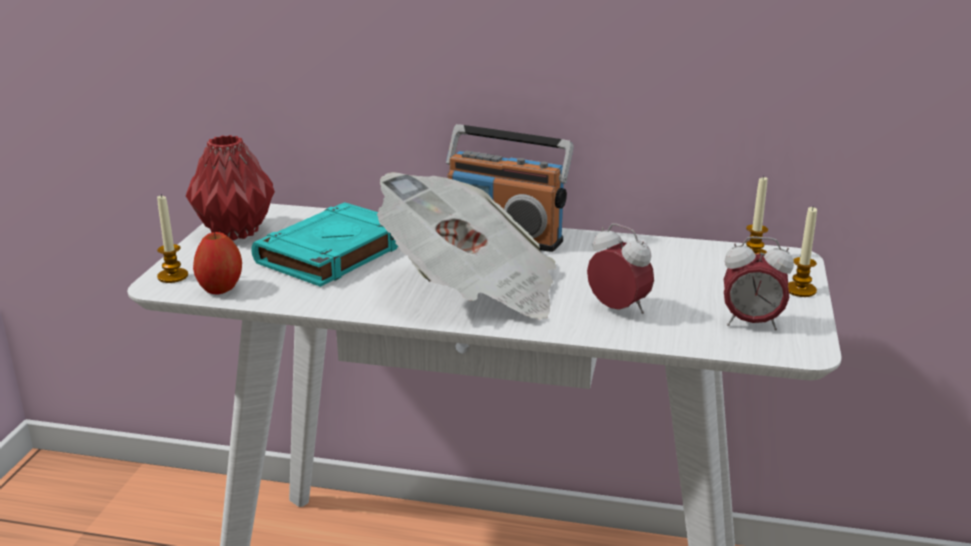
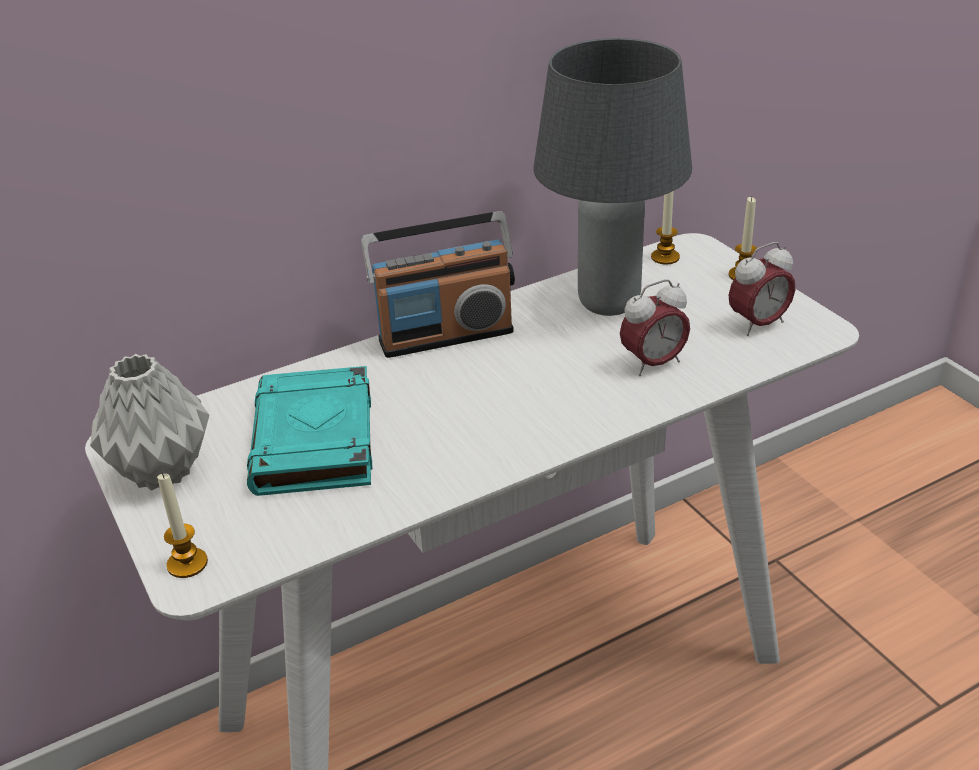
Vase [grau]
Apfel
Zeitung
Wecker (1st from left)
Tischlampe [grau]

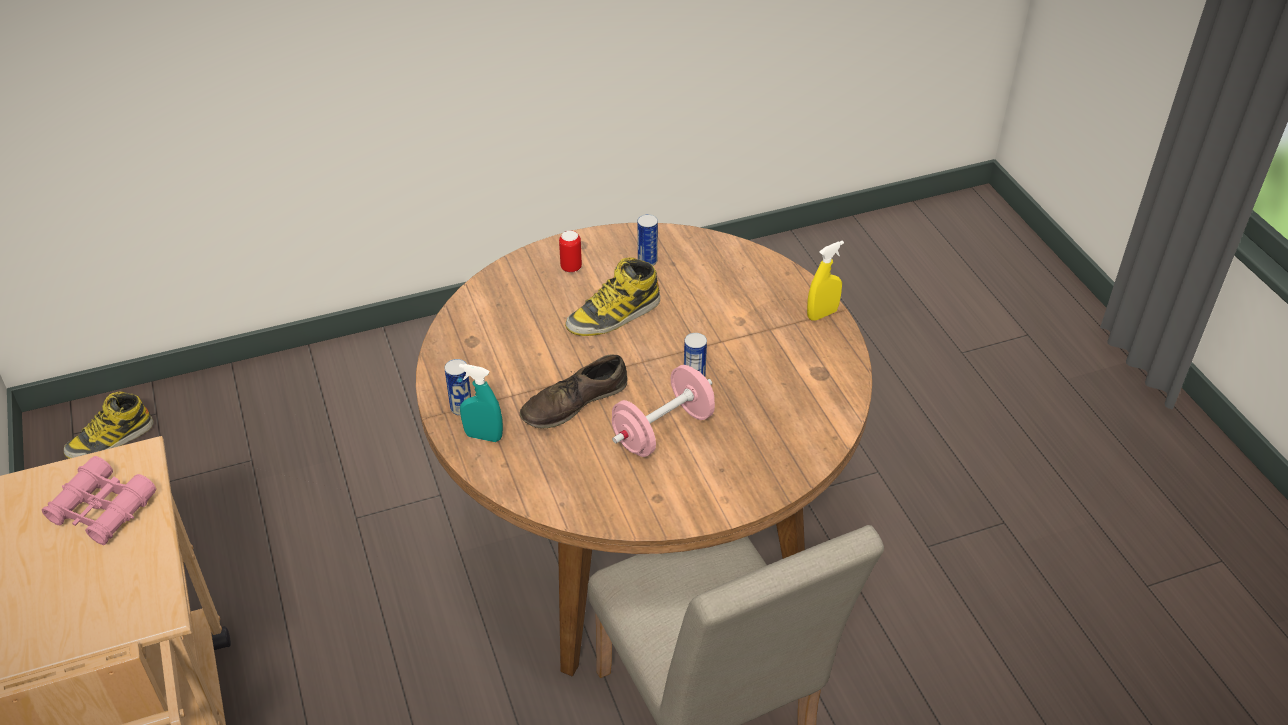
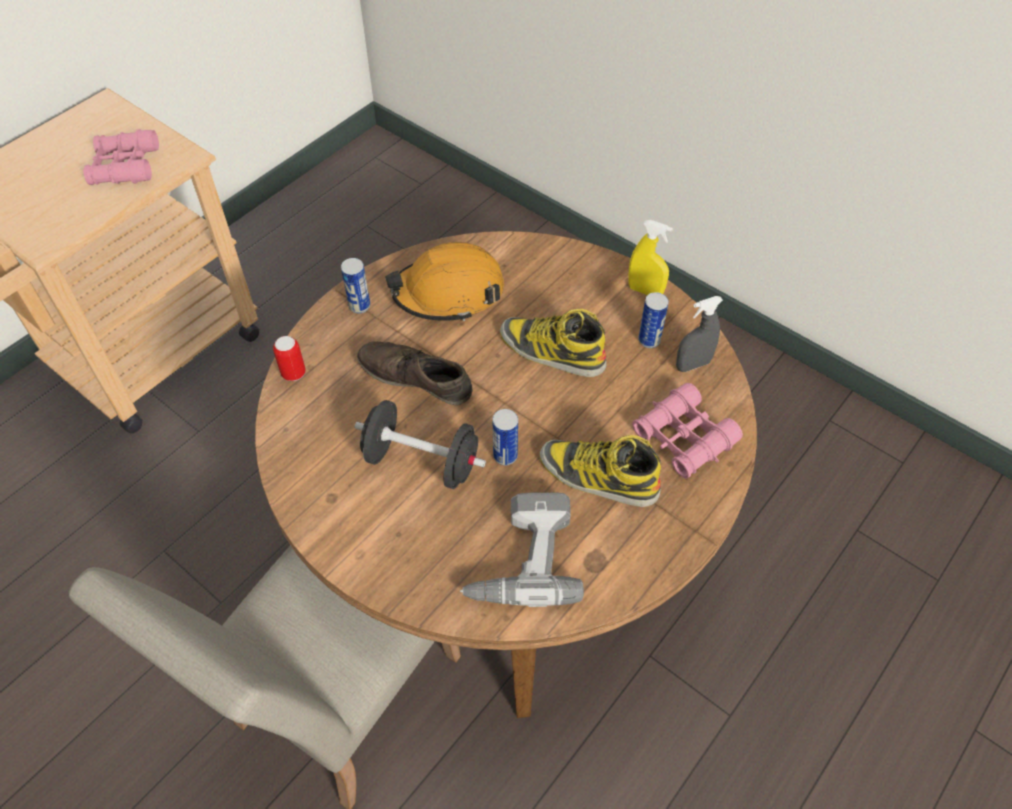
Stiefel (2nd from left)
Sprühflasche [türkis]
Dose (1st from left)
Hantel [schwarz]
Sprühflasche [gelb]
Schutzhelm [orange]
Bohrmaschine
Fernglas [rosa] (2nd from left)
Sprühflasche [grau]

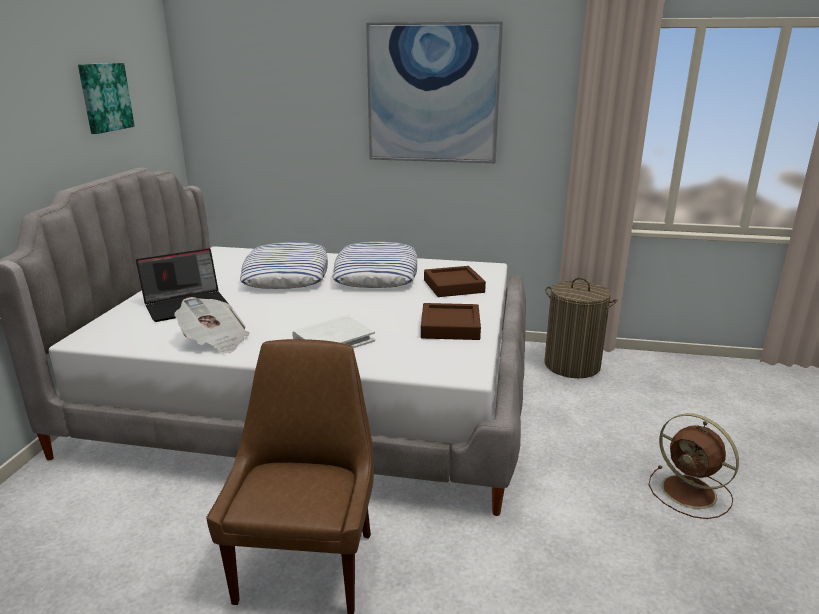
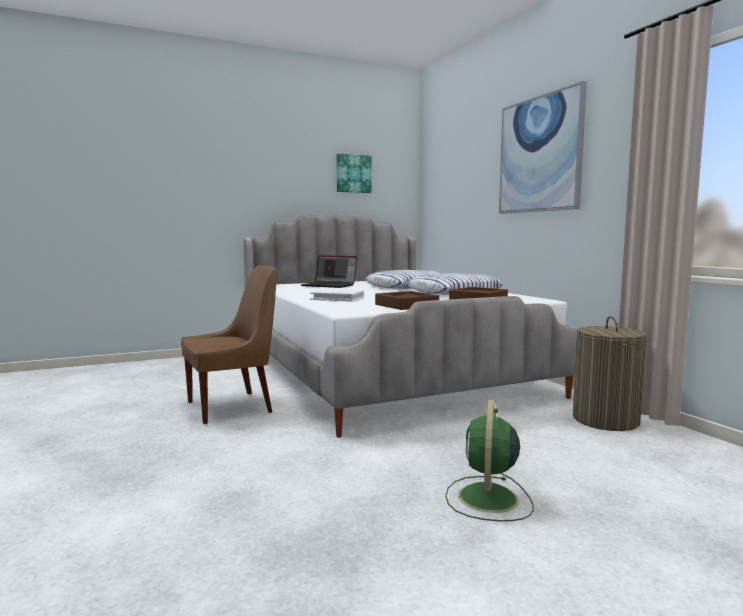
Zeitung
Ventilator [grün]

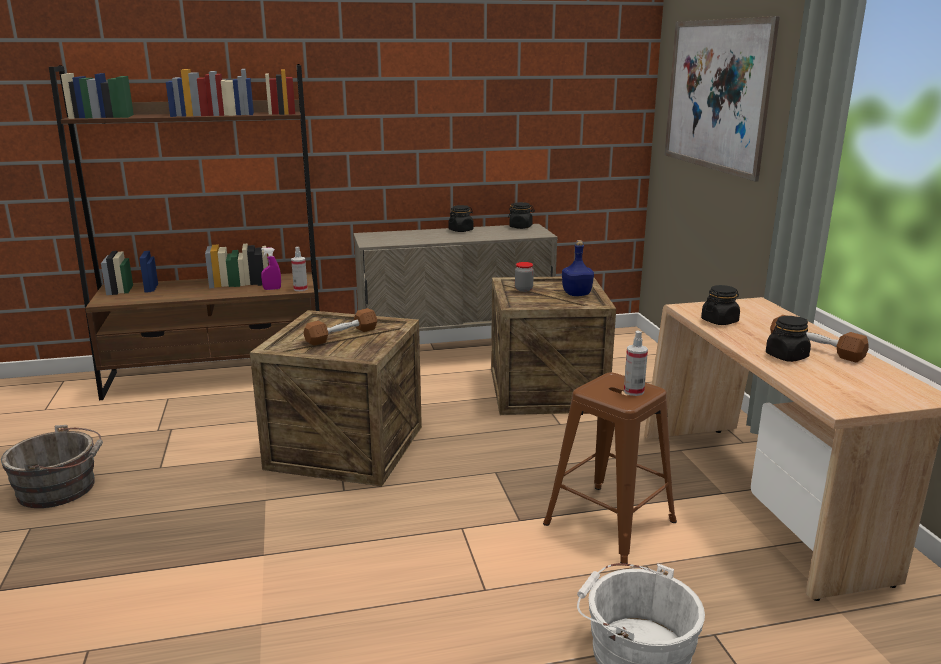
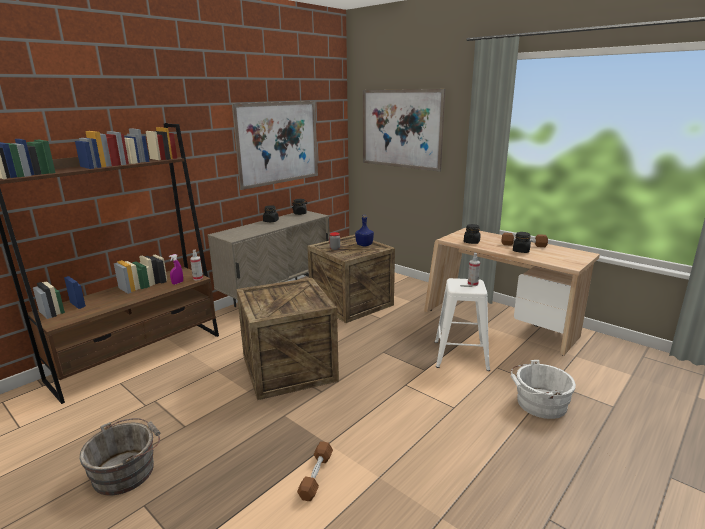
Hantel [braun] (1st from left)
Hocker [weiß]
Bild (1st from left)

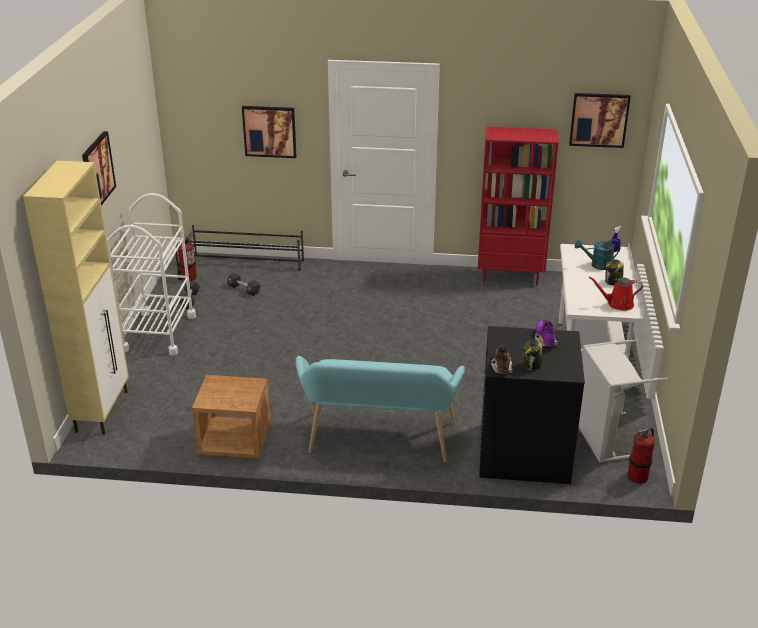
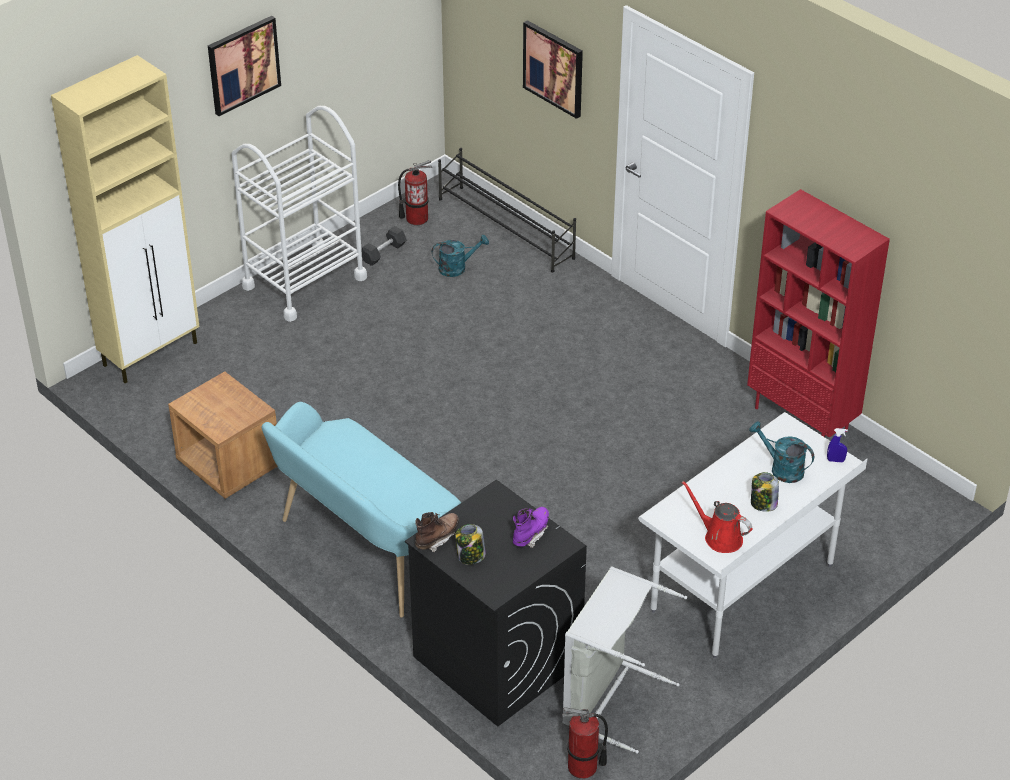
Gießkanne [türkis] (1st from left)
Bild (3rd from left in the first image)

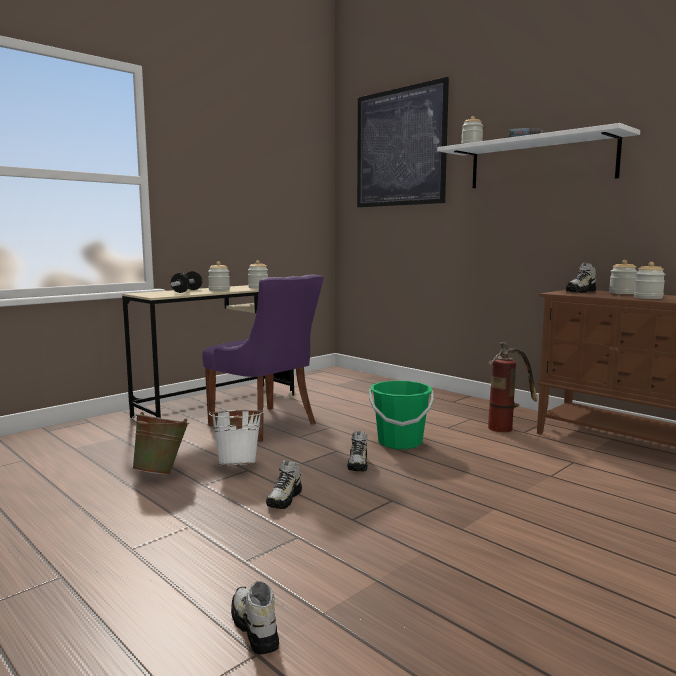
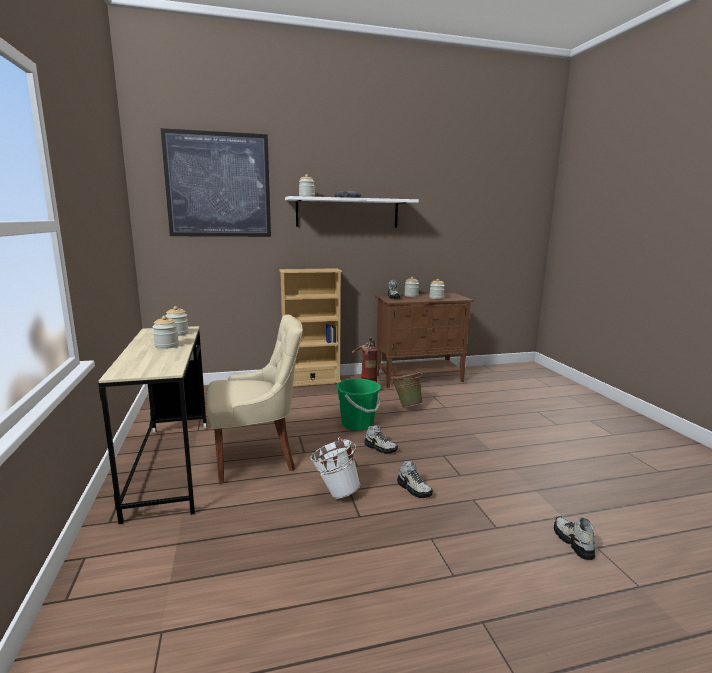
Eimer [grün] (2nd from left)
Hantel
Stuhl [beige]
Schuh (4th from left)
Bücherregal [beige]

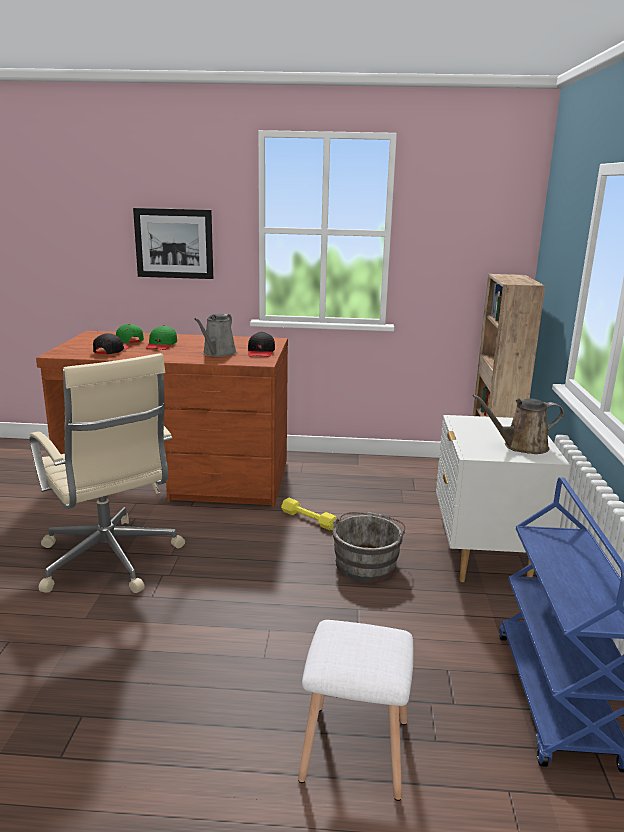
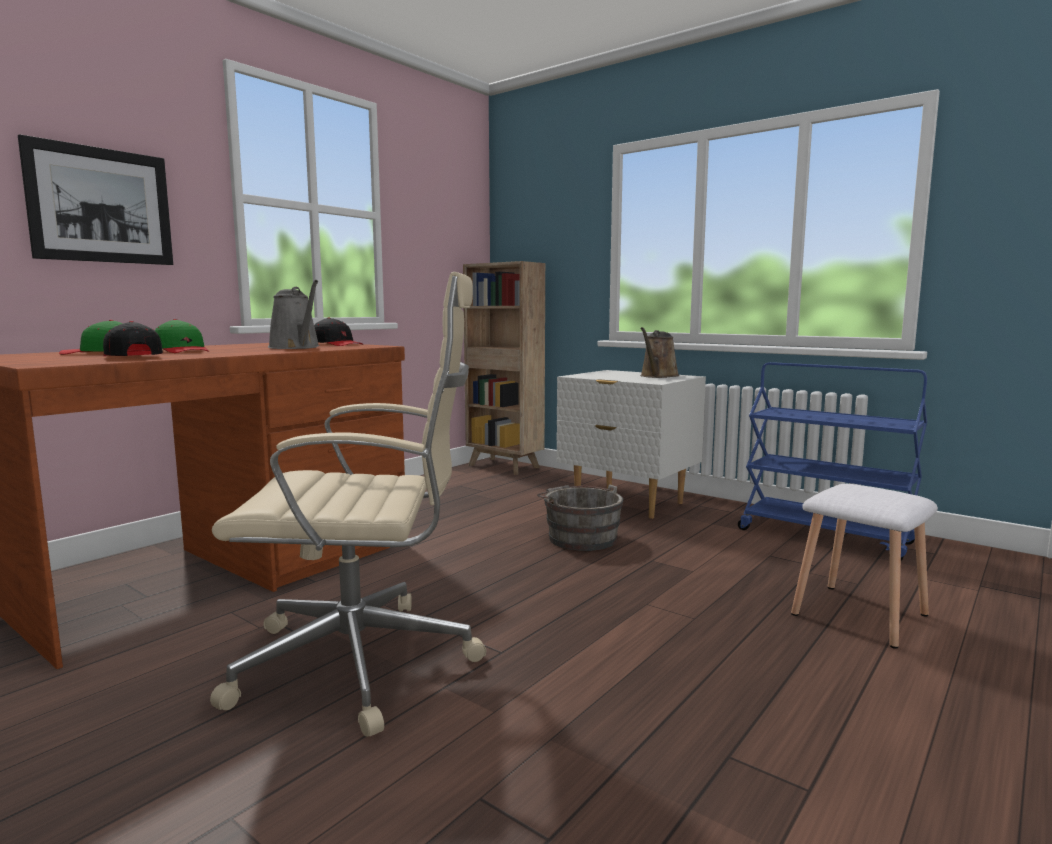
Hantel [gelb]

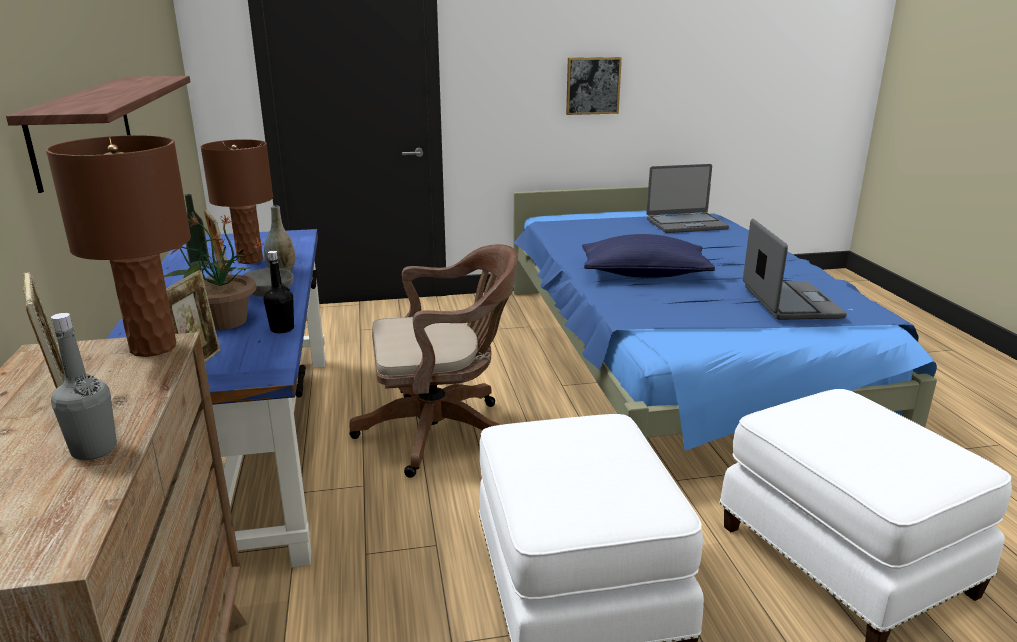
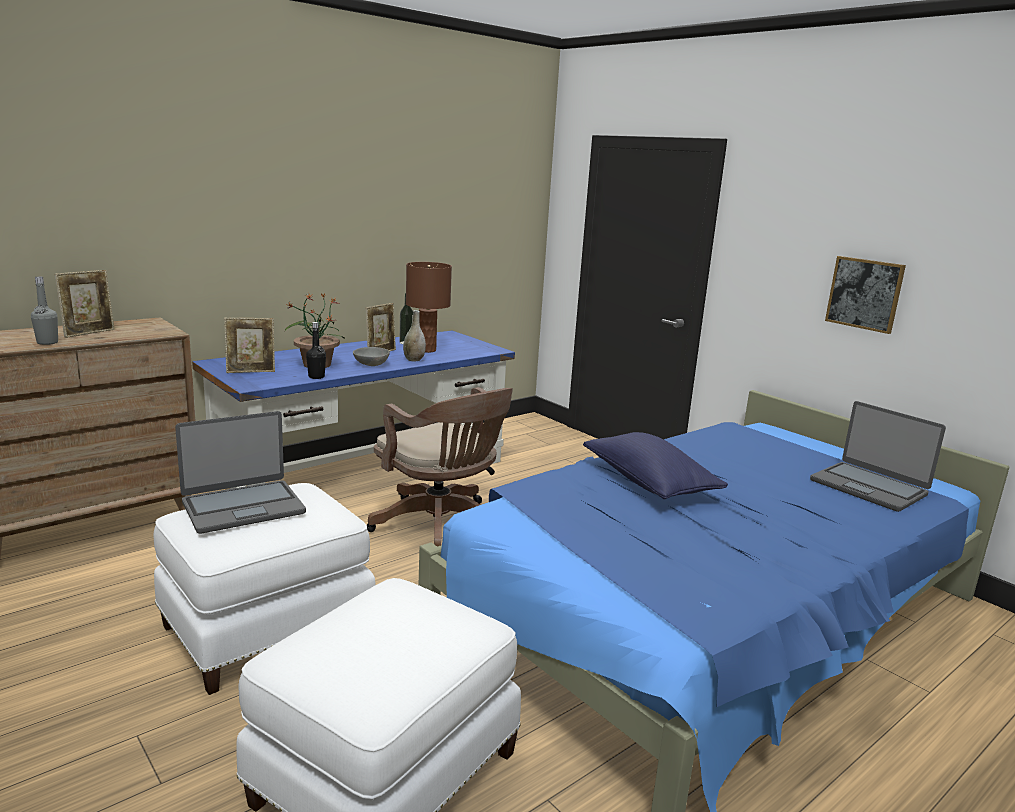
Wandregal
Tischlampe [braun] (1st from left in the first image)
Laptop (1st from left)

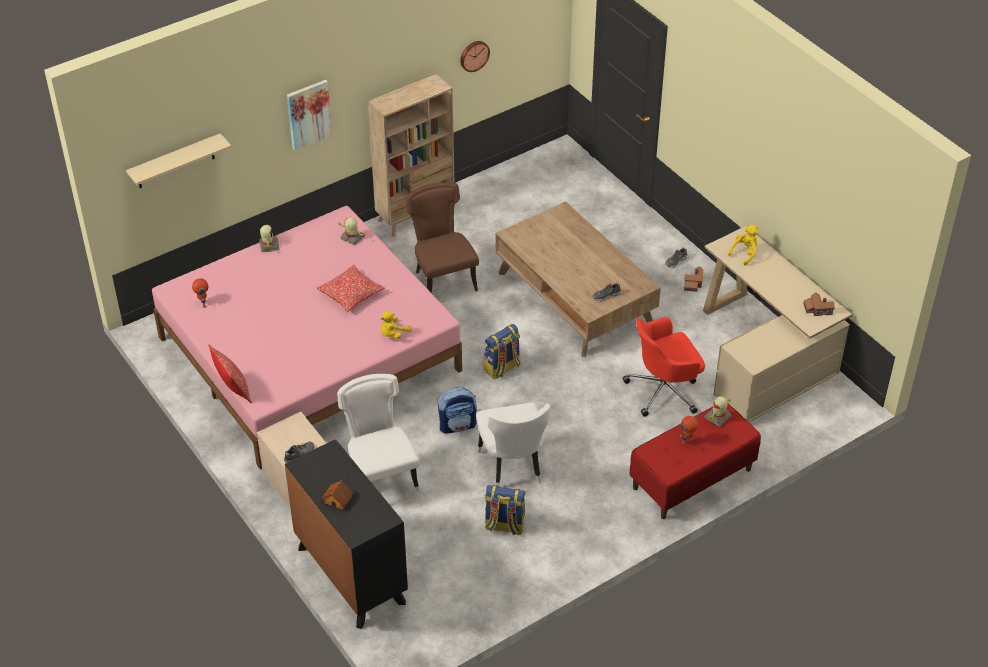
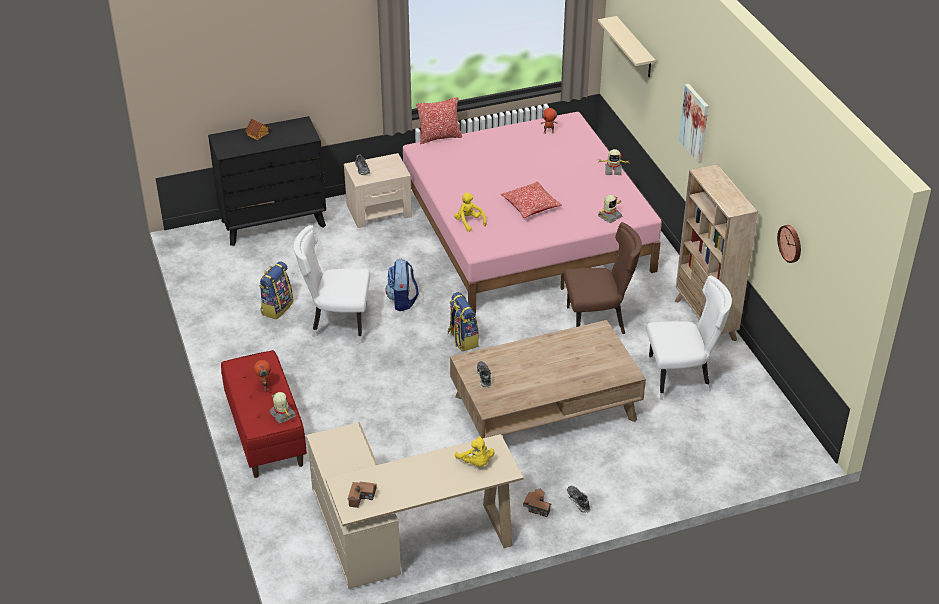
Stuhl [weiß] (2nd from left)
Bürostuhl [rot]

